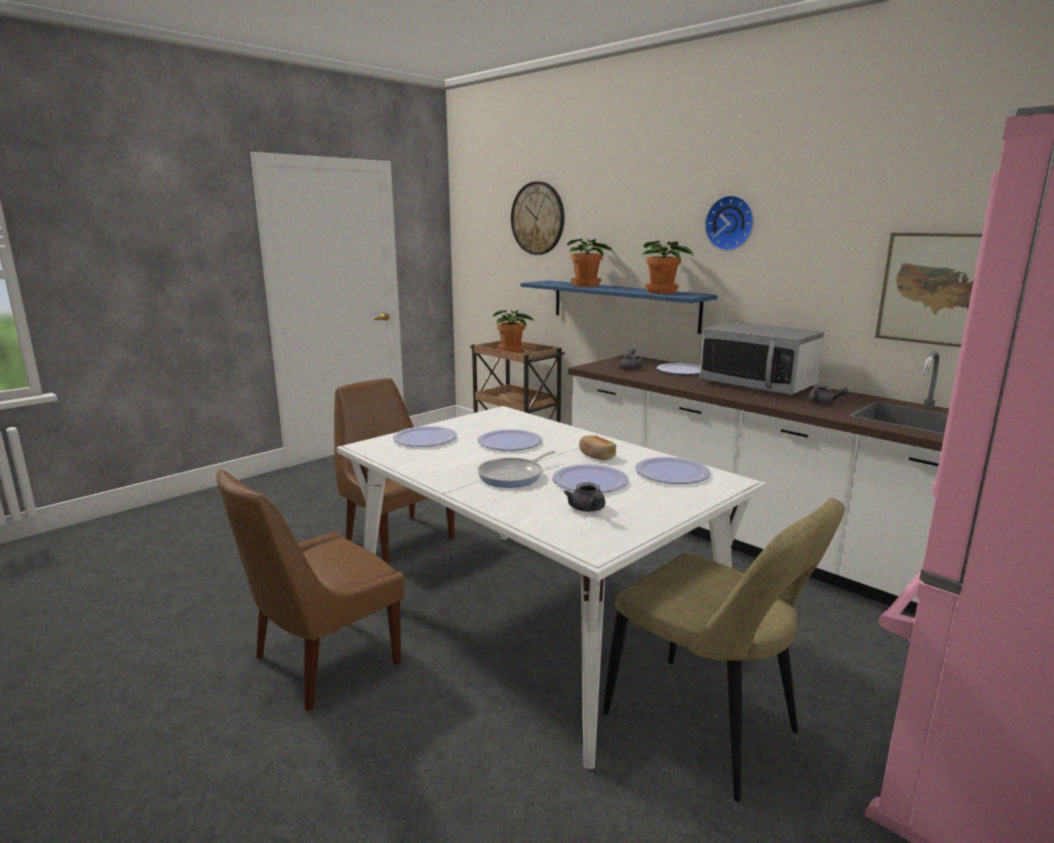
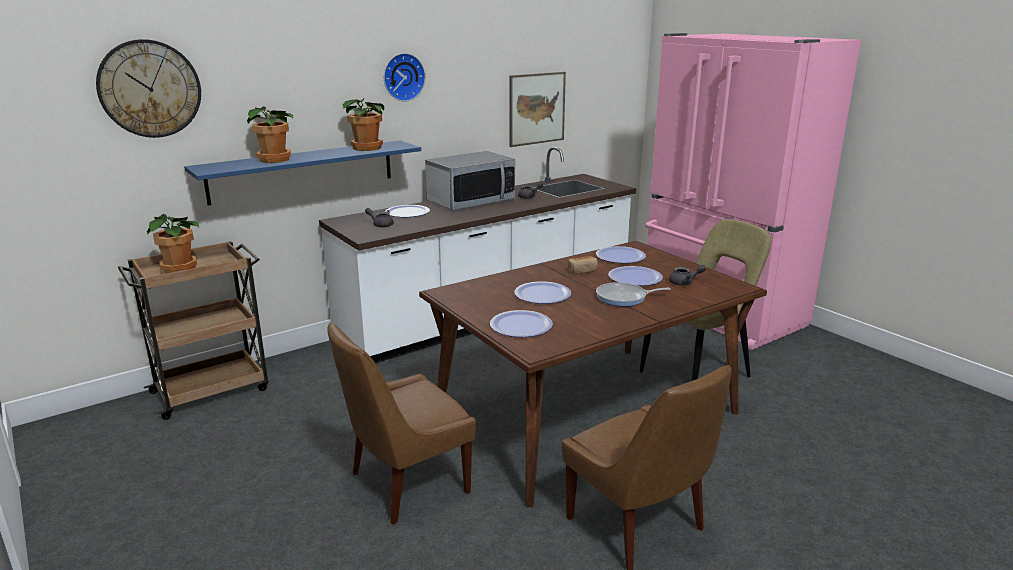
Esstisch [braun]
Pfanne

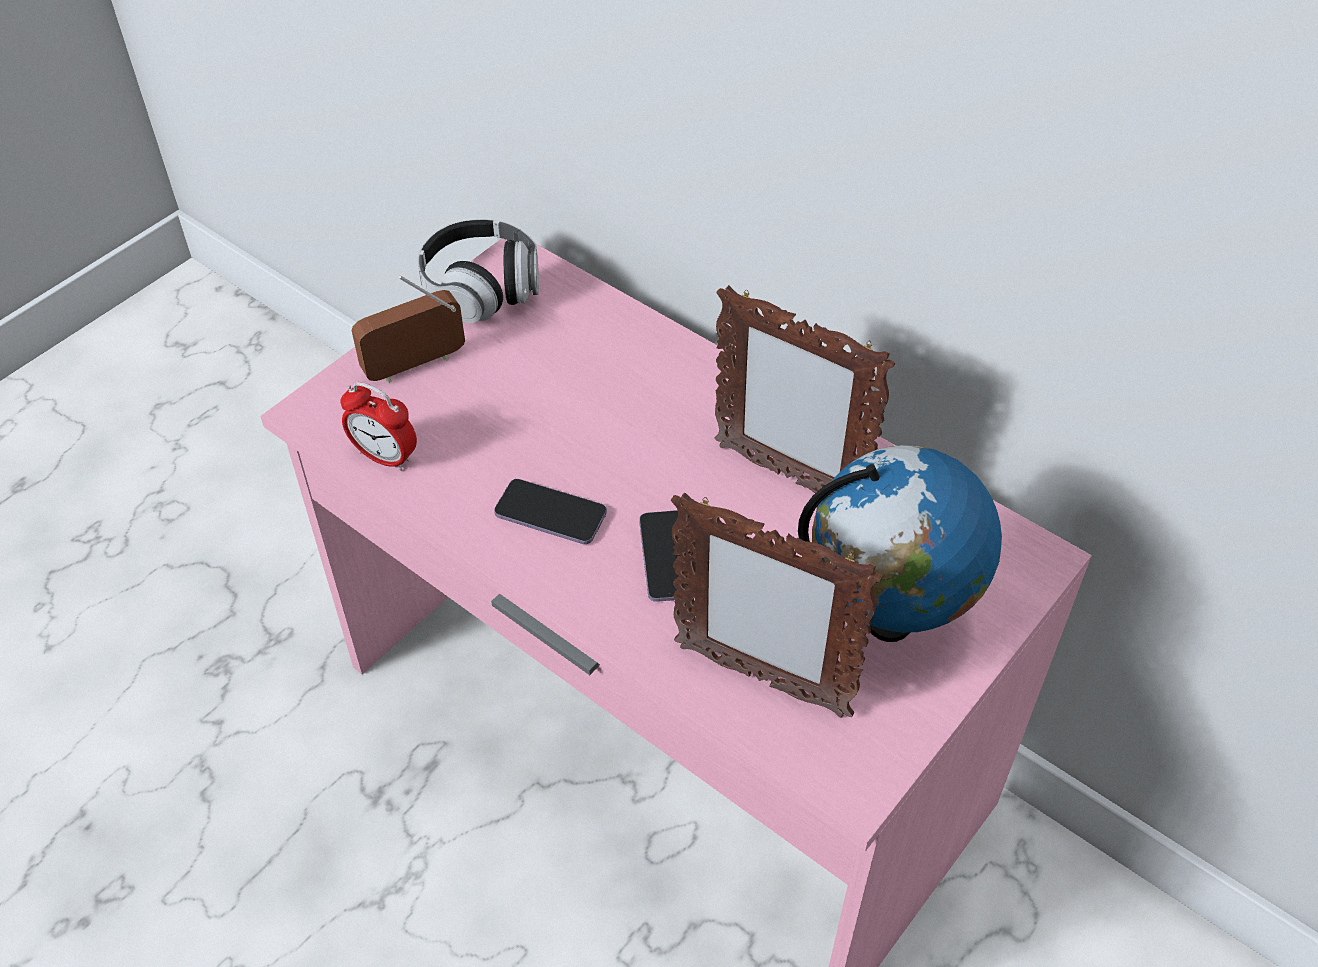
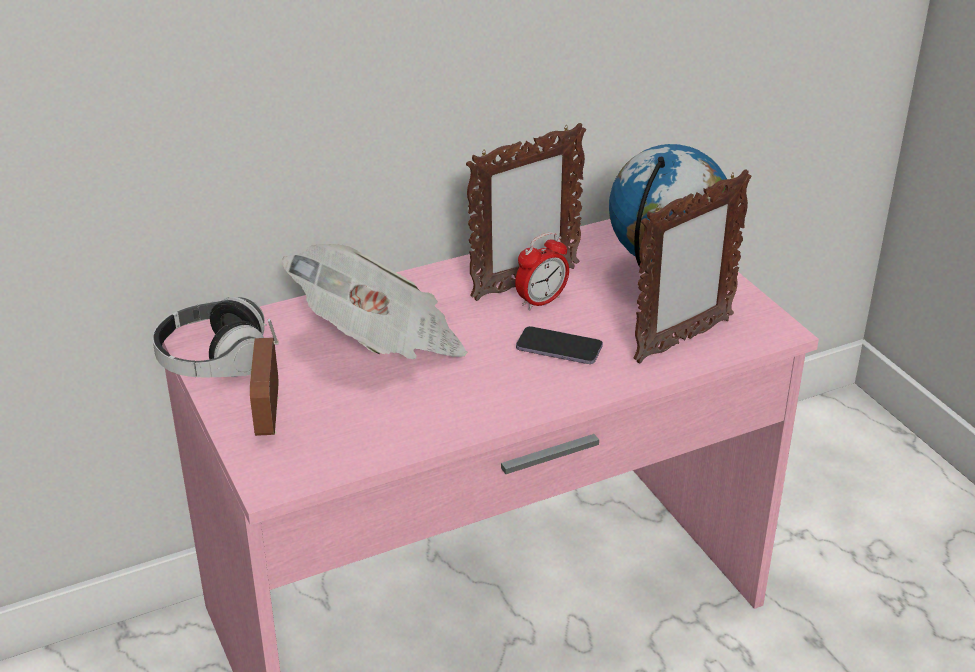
Wecker
Handy (1st from left in the first image)
Zeitung

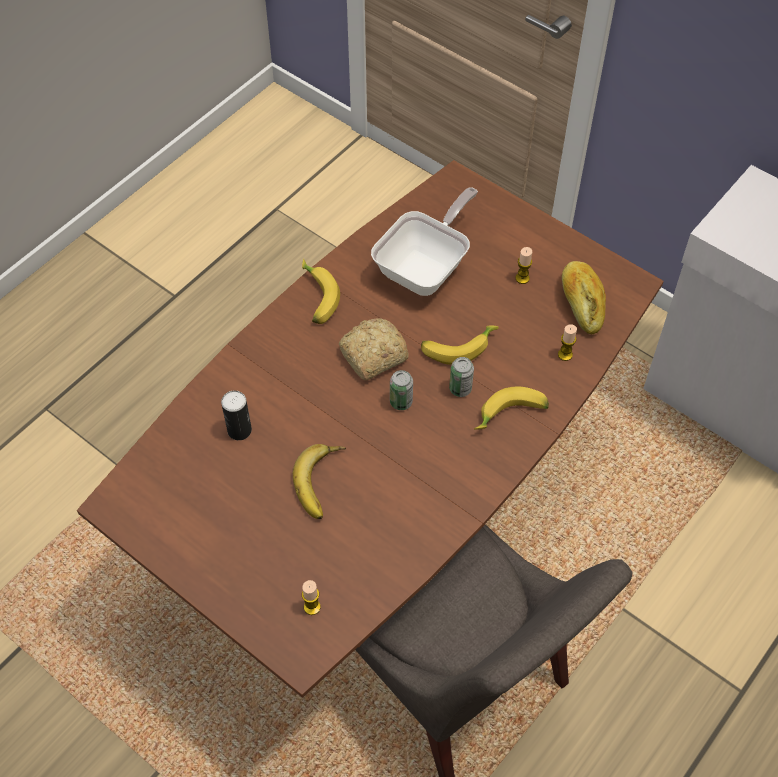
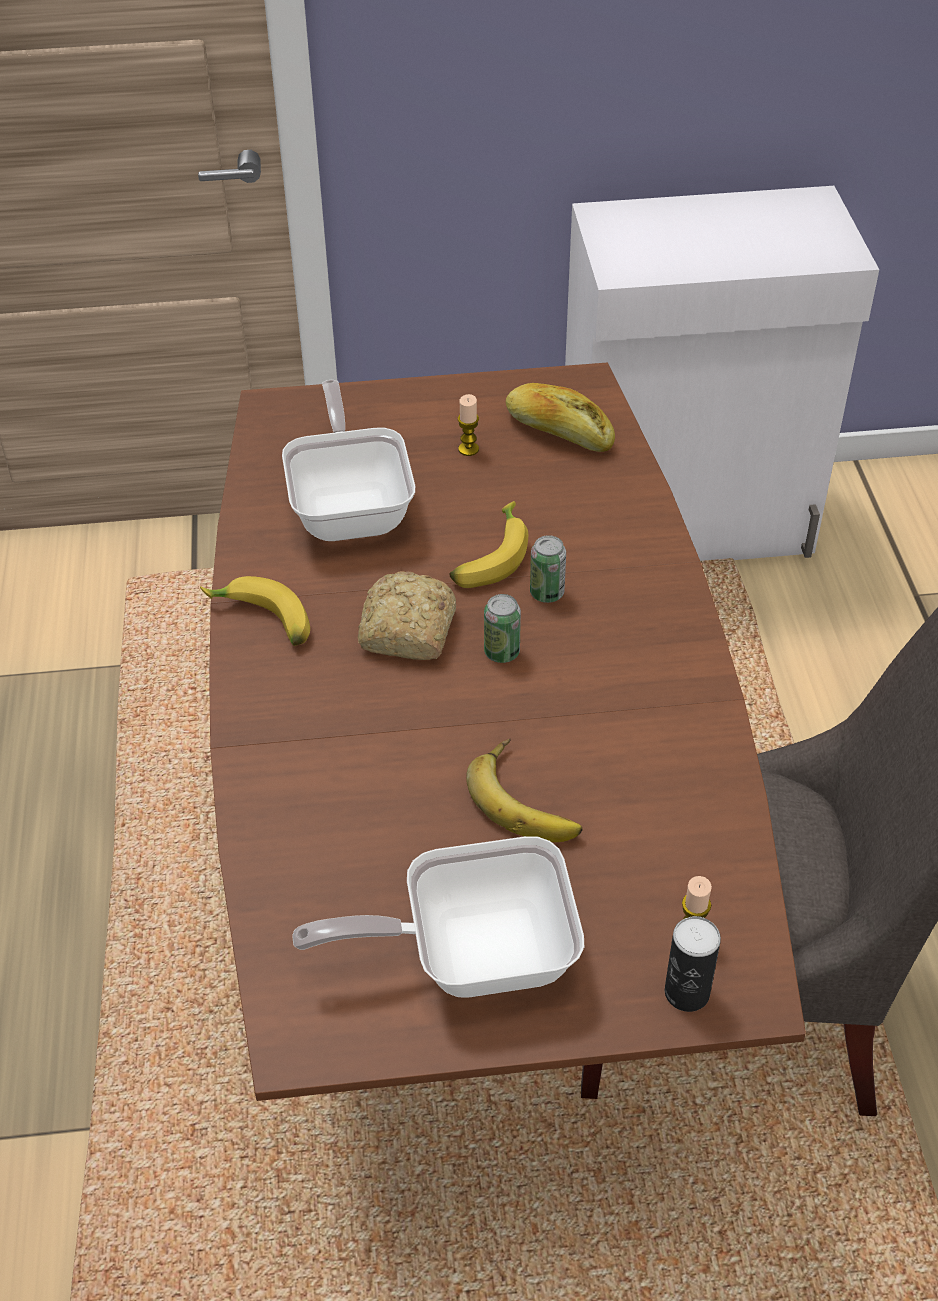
Dose (3rd from left)
Banane (4th from left in the first image)
Kerze (3rd from left in the first image)
Pfanne (2nd from left)

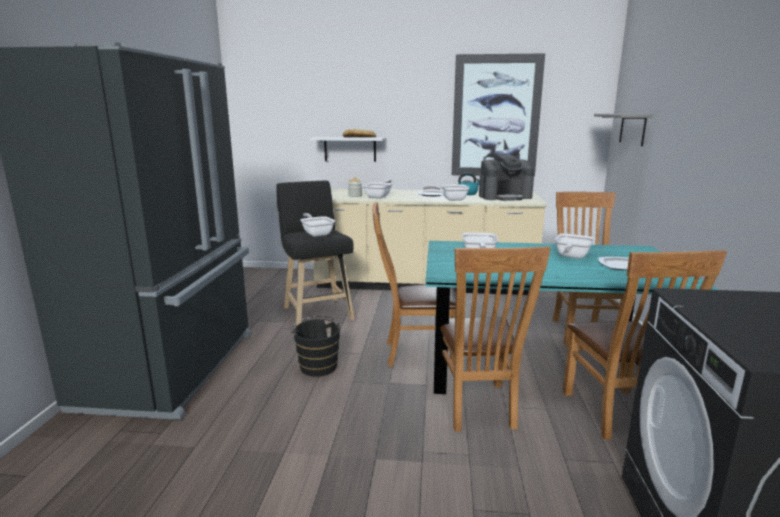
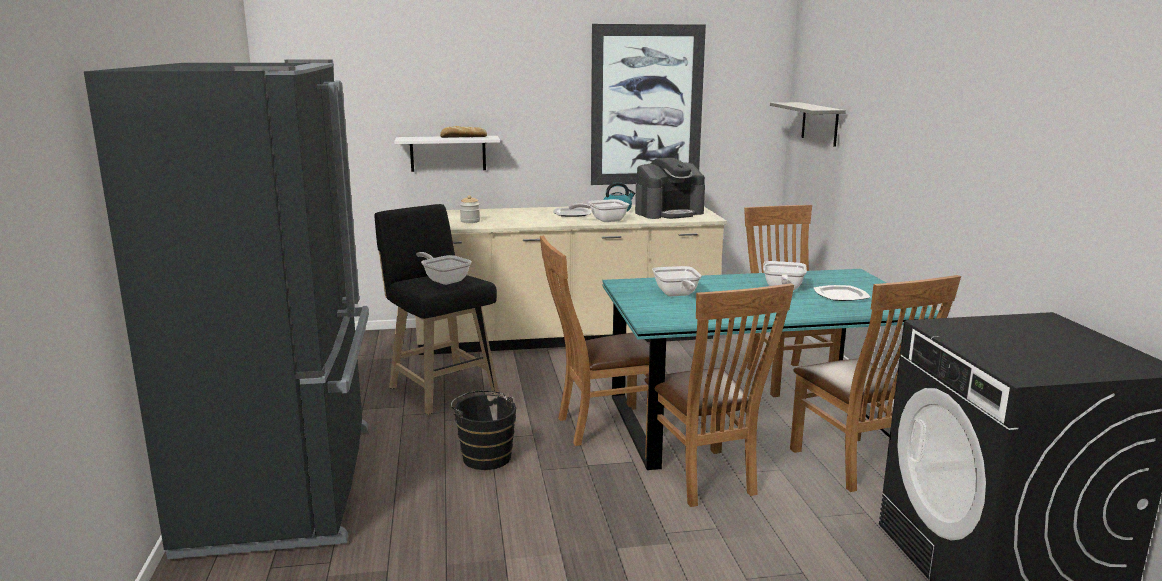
Pfanne (2nd from left in the first image)

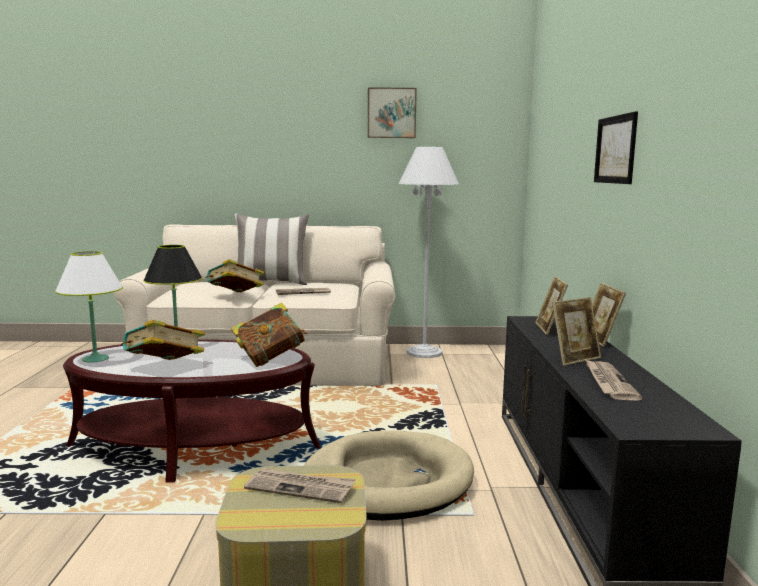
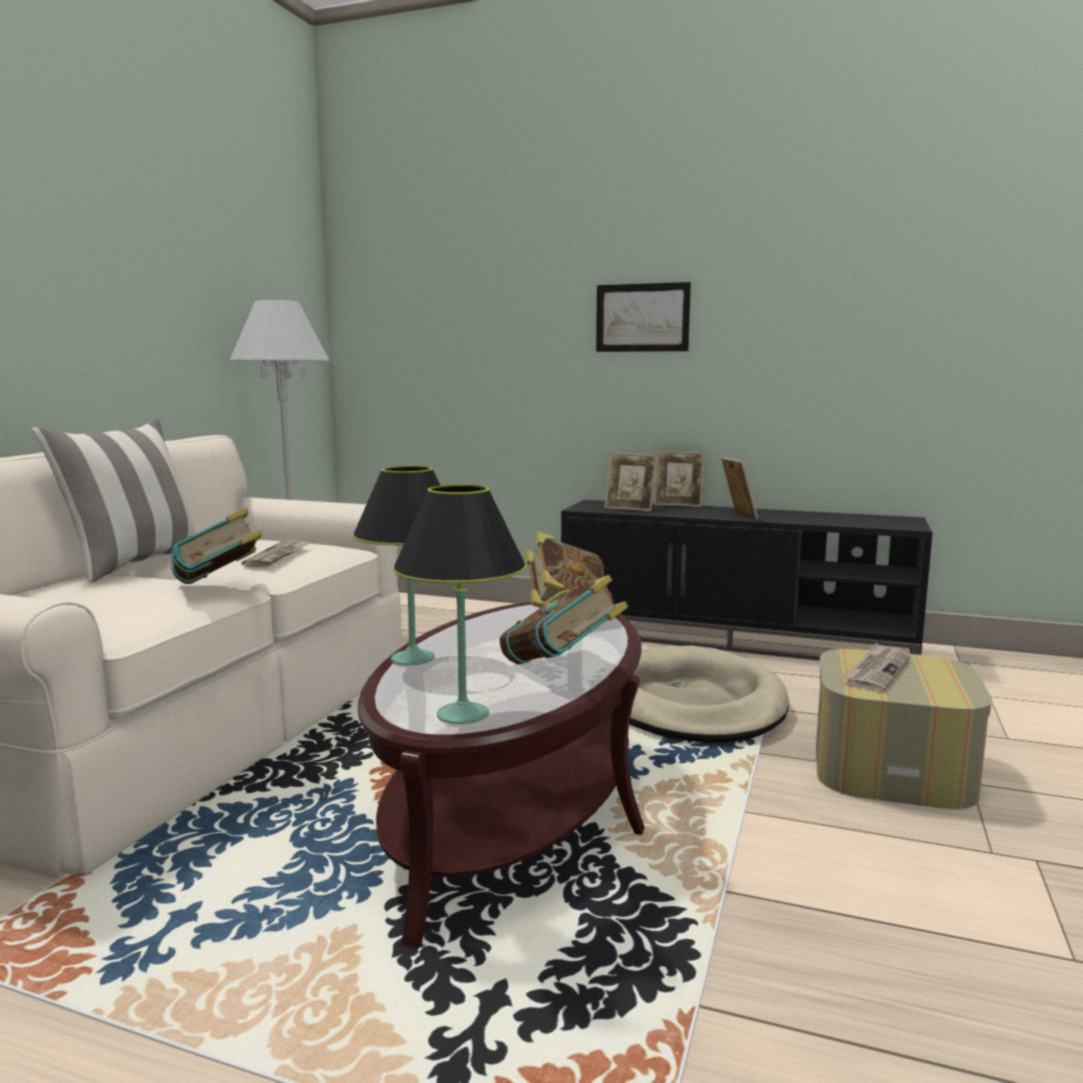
Tischlampe [schwarz] (2nd from left)
Bild (1st from left in the first image)
Zeitung (3rd from left in the first image)

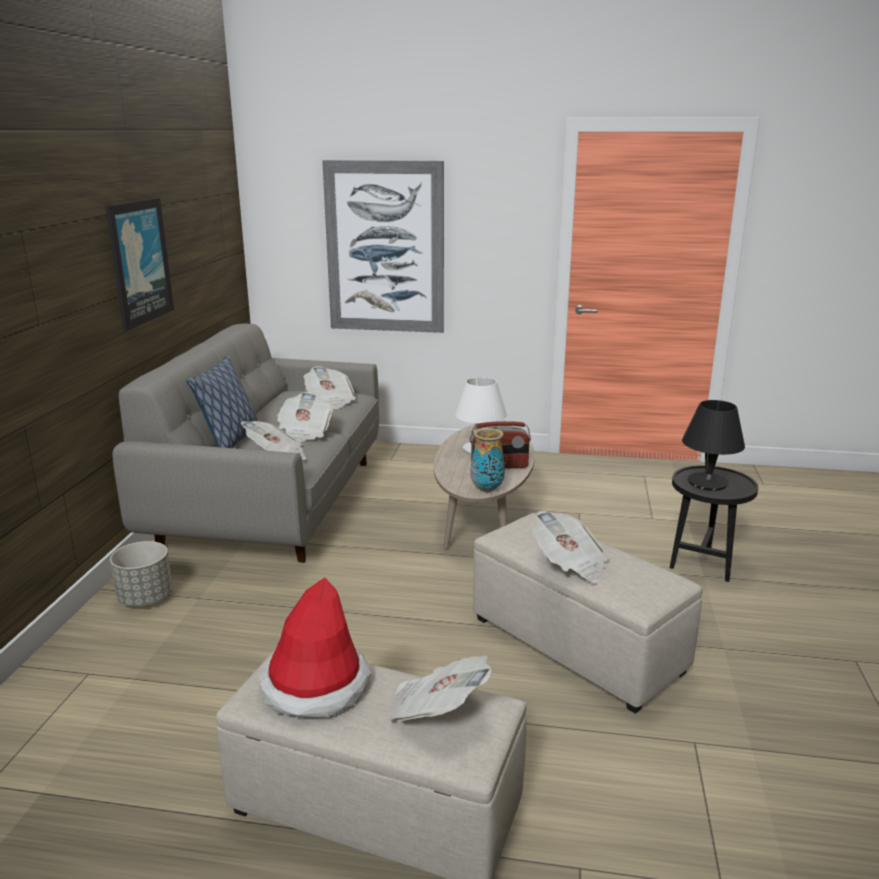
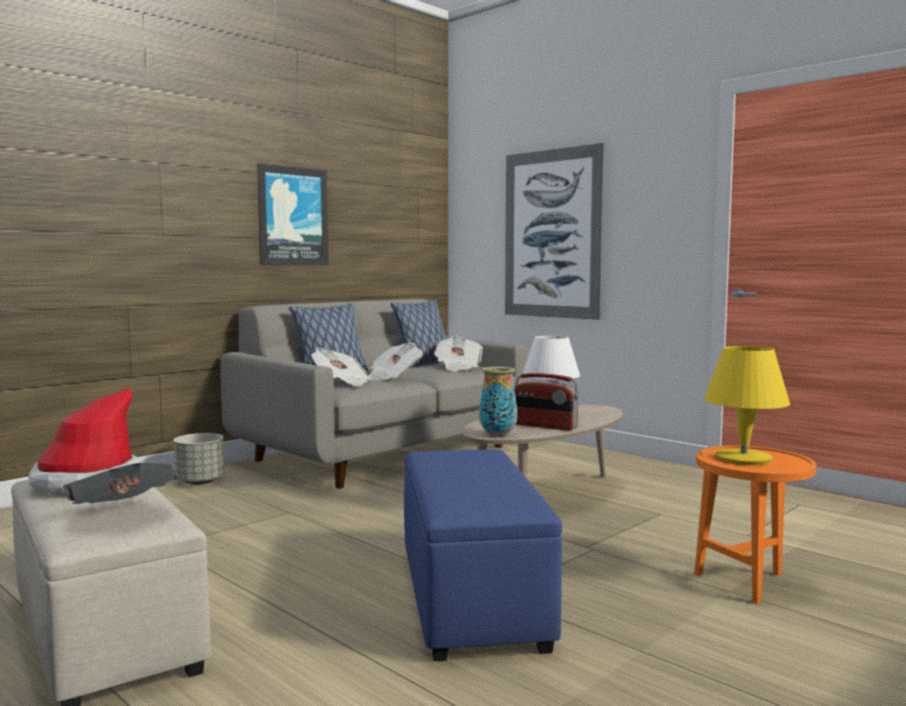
Polsterhocker [blau]
Zeitung (5th from left in the first image)
Beistelltisch [orange]
Tischlampe [gelb]
Kissen (2nd from left)

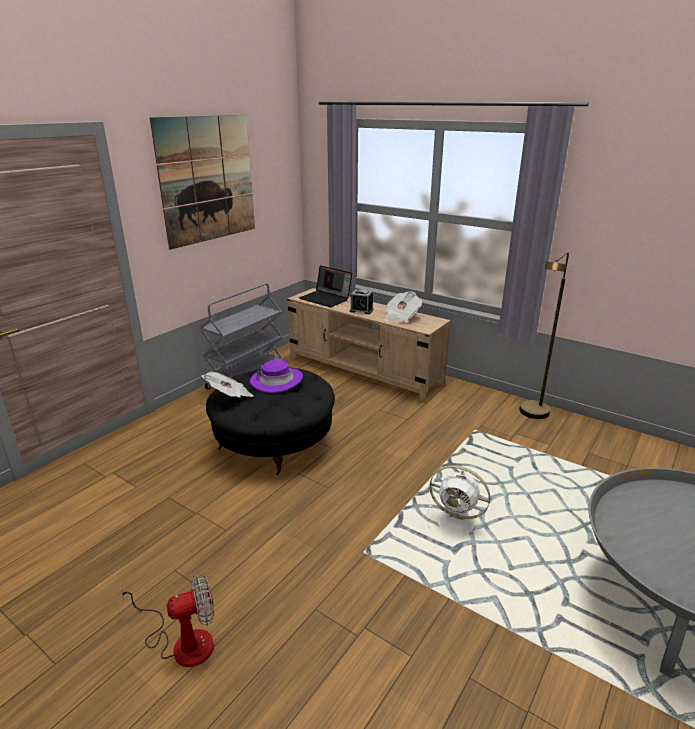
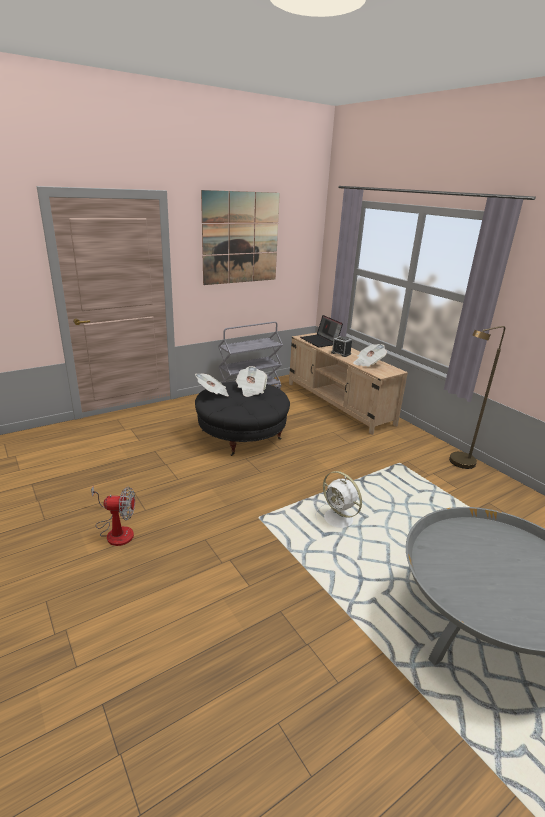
Zeitung (2nd from left)

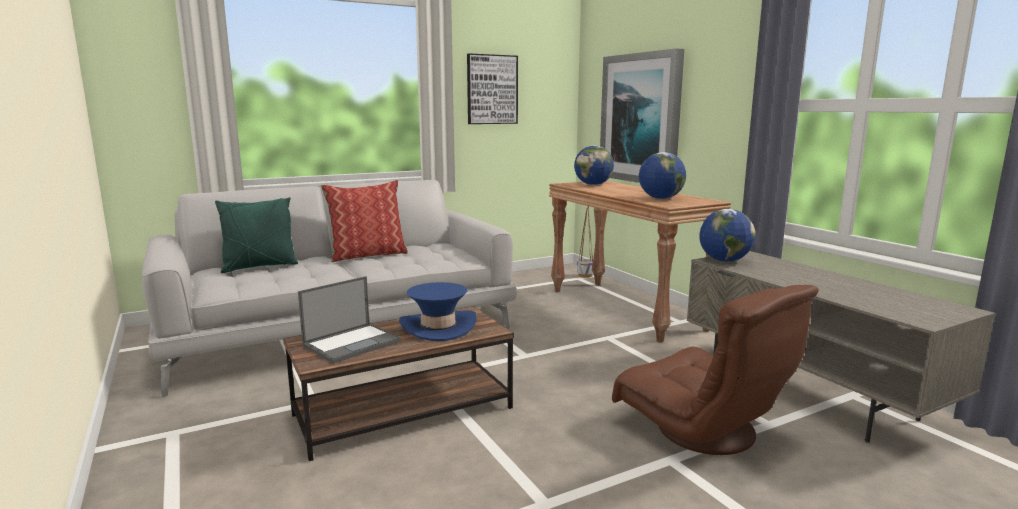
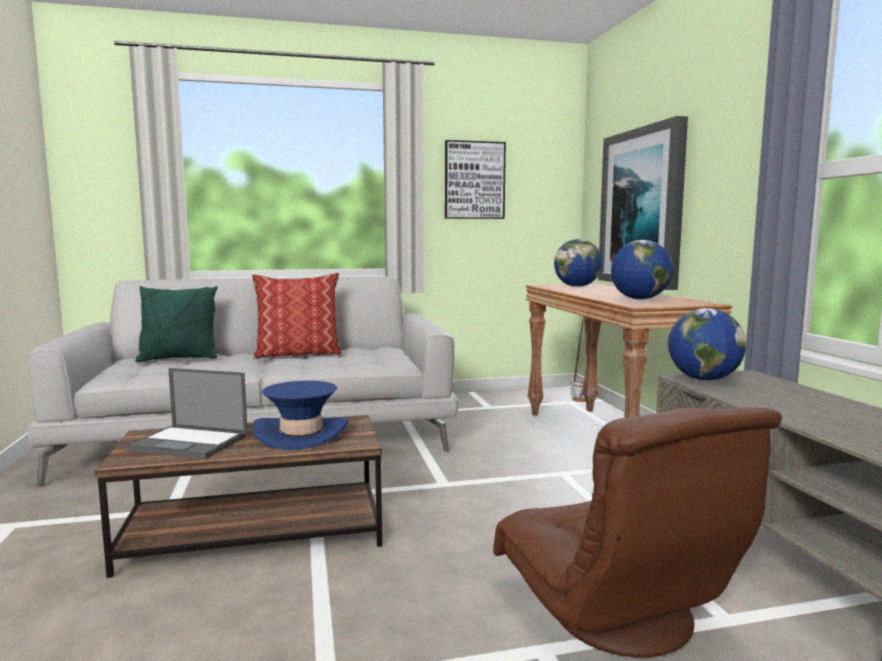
Laptop

